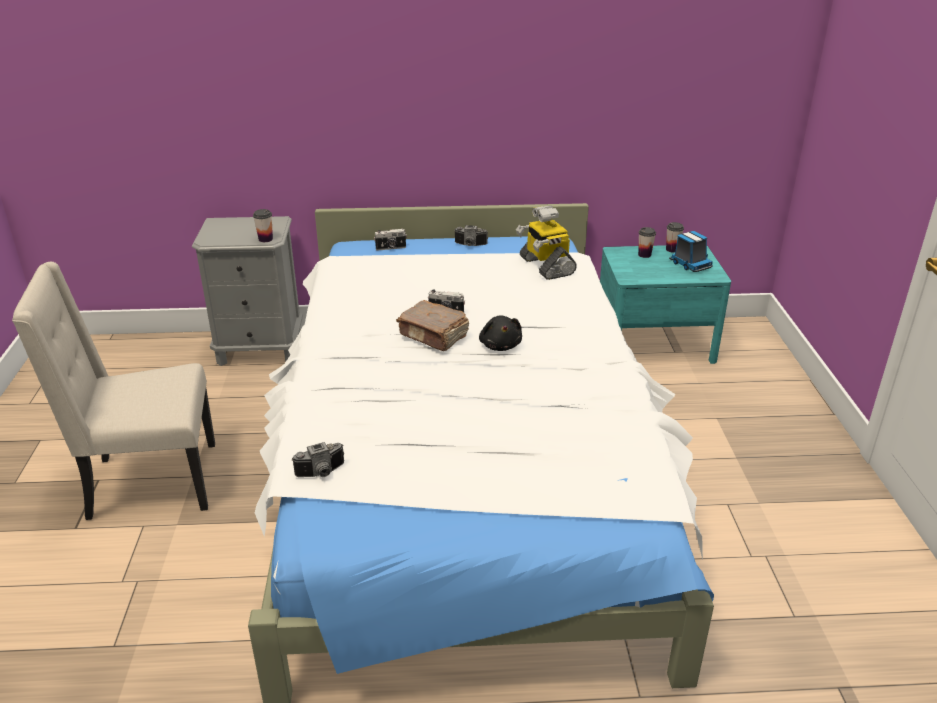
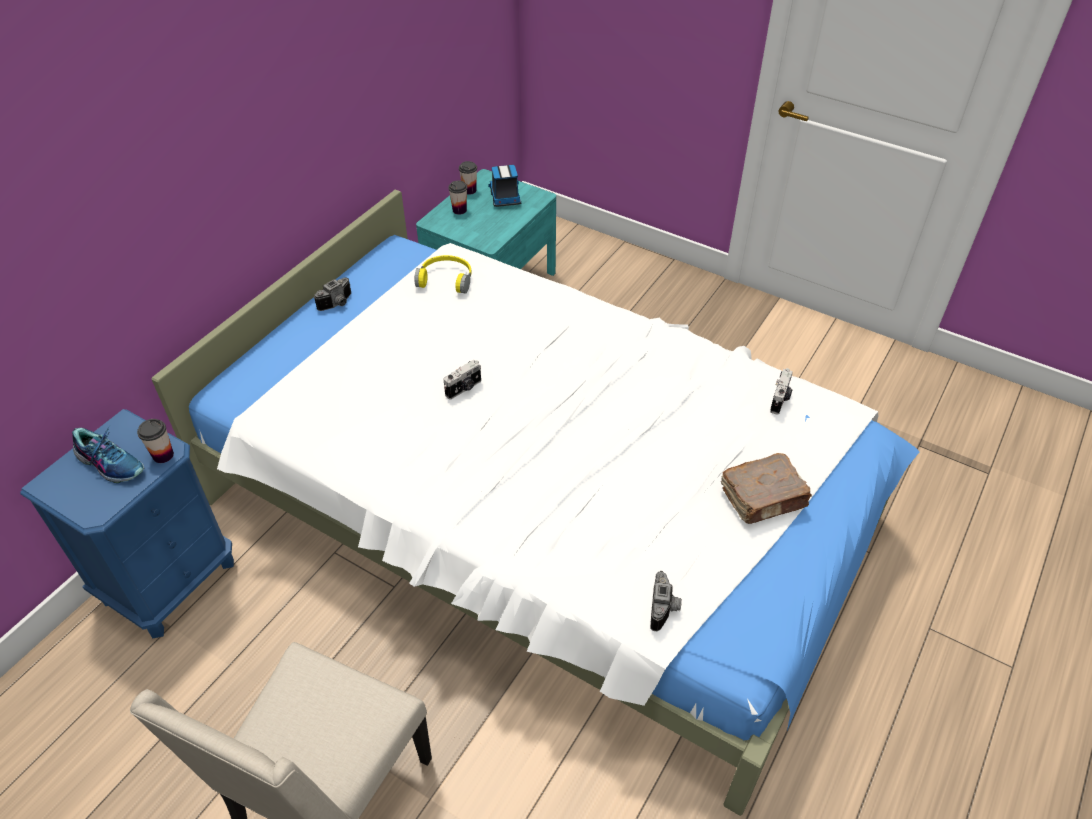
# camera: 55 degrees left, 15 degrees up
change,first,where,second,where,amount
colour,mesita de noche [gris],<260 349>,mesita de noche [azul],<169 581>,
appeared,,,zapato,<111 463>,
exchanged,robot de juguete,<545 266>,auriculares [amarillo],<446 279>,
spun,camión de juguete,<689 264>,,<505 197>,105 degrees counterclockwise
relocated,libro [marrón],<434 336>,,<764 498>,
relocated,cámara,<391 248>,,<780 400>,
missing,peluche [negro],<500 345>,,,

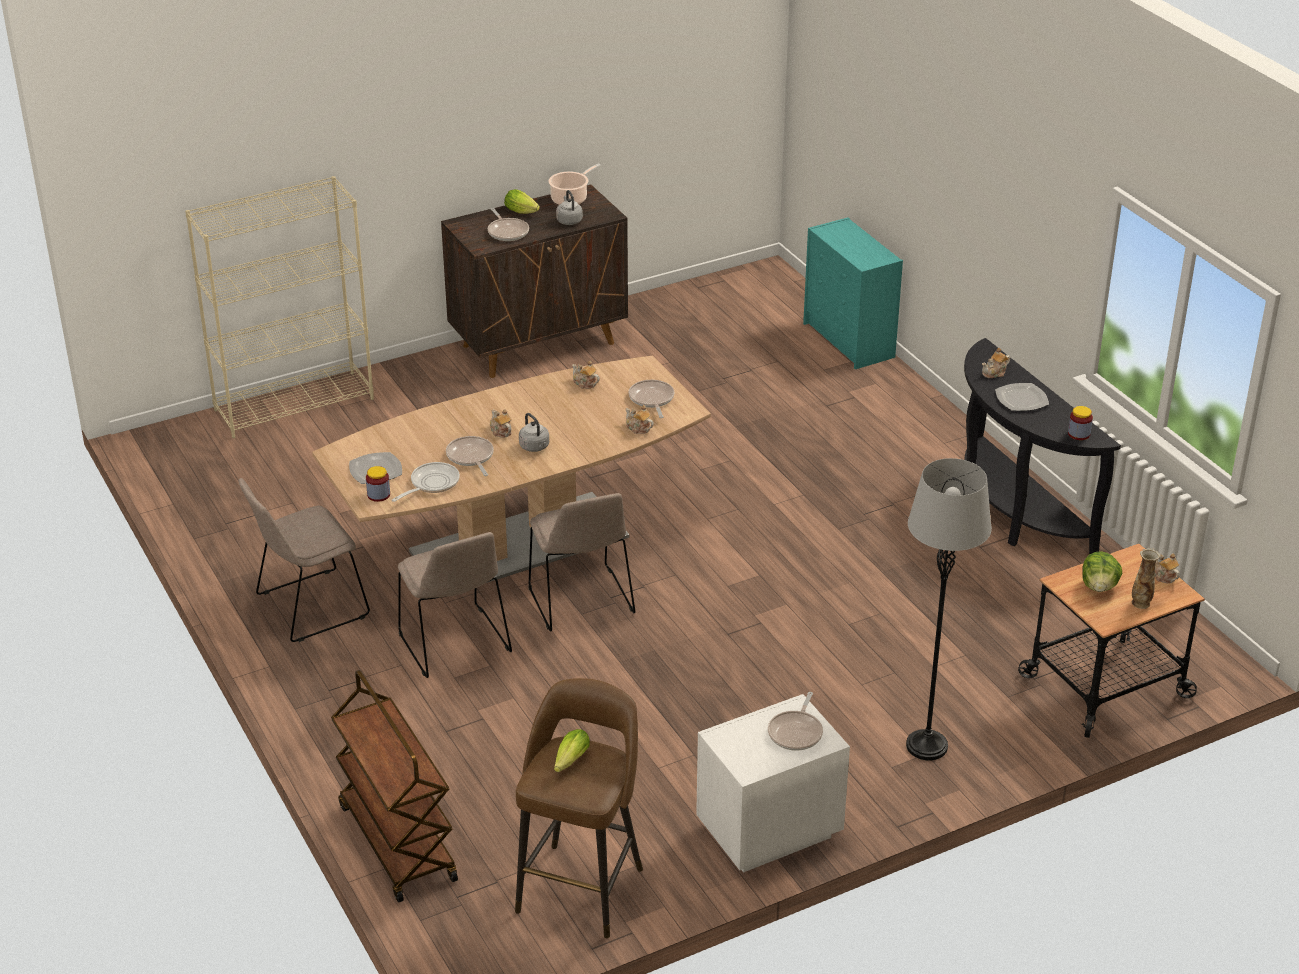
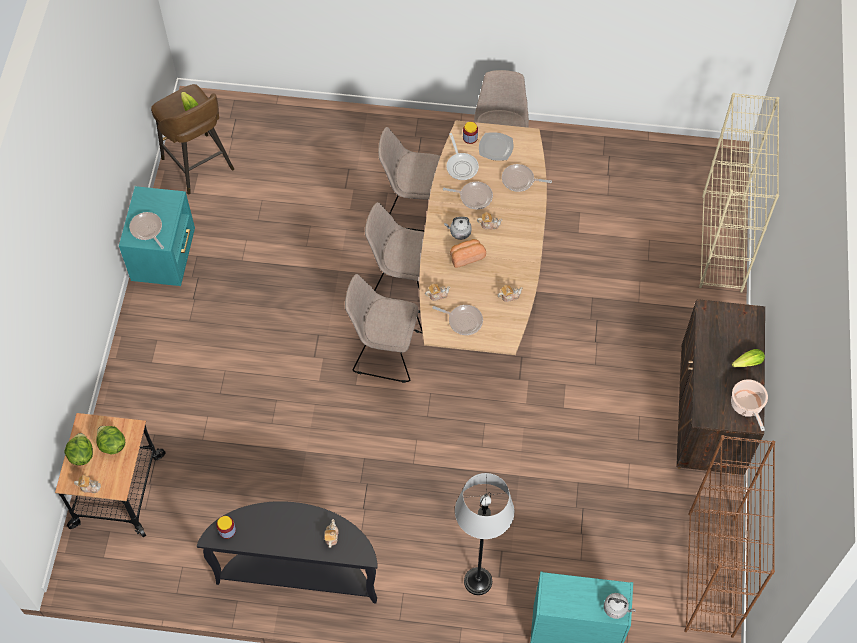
# camera: 125 degrees right, 25 degrees up
change,first,where,second,where,amount
exchanged,florero,<1141 603>,lechuga,<81 455>,
colour,mesita de noche [blanco],<766 831>,mesita de noche [turquesa],<166 257>,
appeared,,,silla [beis],<384 351>,
appeared,,,pan,<466 256>,
relocated,lámpara de pie [gris],<926 746>,,<478 581>,
relocated,sartén,<507 231>,,<520 180>,
relocated,hervidor [gris],<569 220>,,<616 608>,
appeared,,,estantería [marrón],<711 575>,
missing,carrito [marrón],<396 842>,,,
missing,plato,<1021 399>,,,

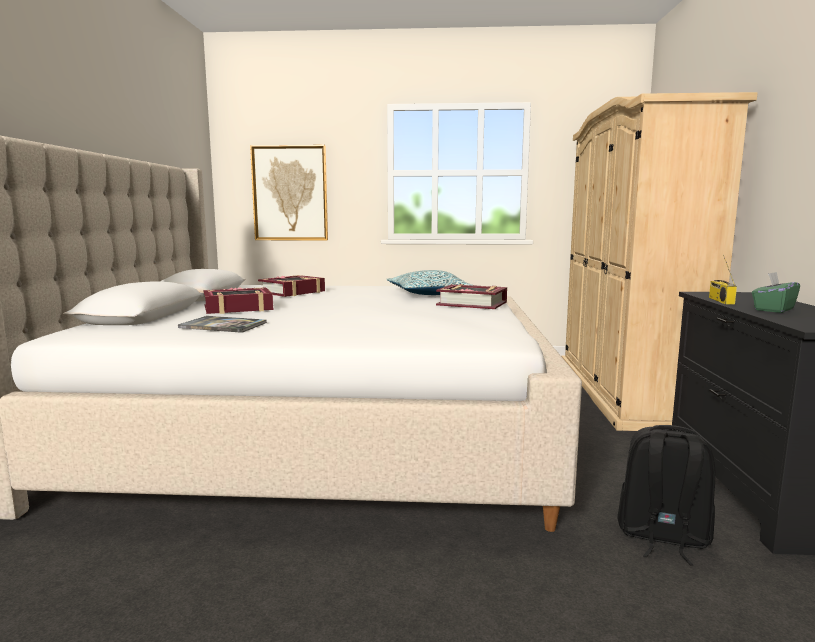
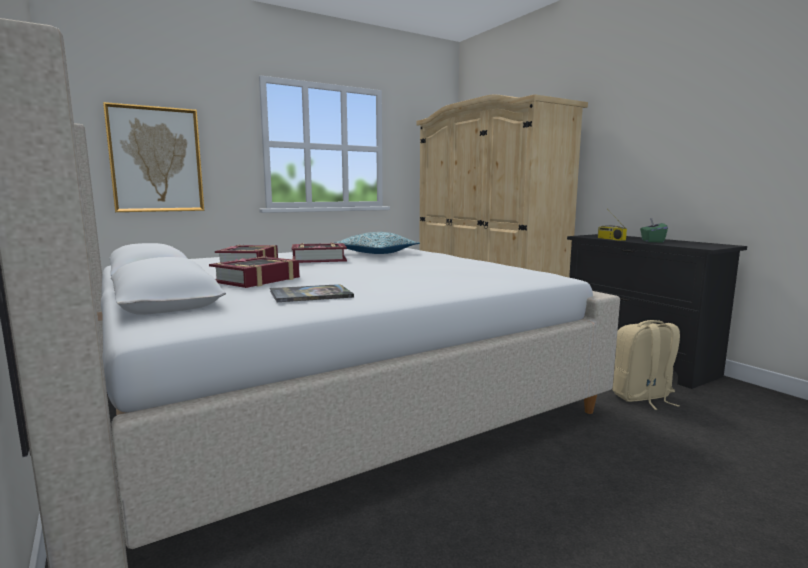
# camera: 35 degrees left, 0 degrees up
change,first,where,second,where,amount
relocated,libro,<472 304>,,<319 259>,
colour,mochila [negro],<662 537>,mochila [beis],<642 397>,

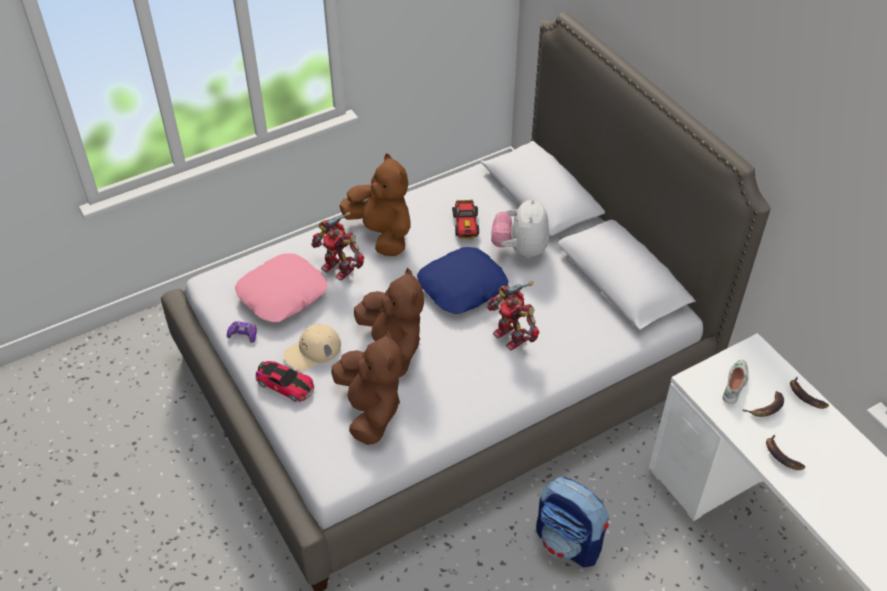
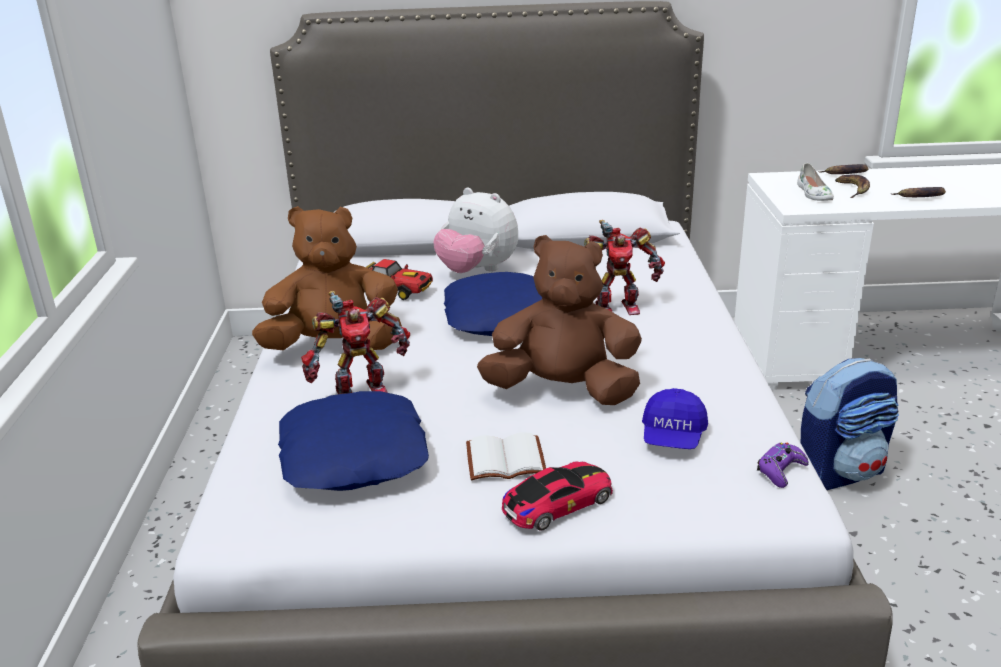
# camera: 60 degrees left, 20 degrees down
change,first,where,second,where,amount
colour,cojín [rosa],<283 294>,cojín [azul],<355 455>,
exchanged,gorra [beis],<312 351>,libro [blanco],<506 458>,
exchanged,peluche [marrón],<370 410>,gorra [azul],<673 437>,
relocated,mando de consola [morado],<243 334>,,<781 470>,
spun,zapato [blanco],<735 385>,,<813 194>,150 degrees counterclockwise

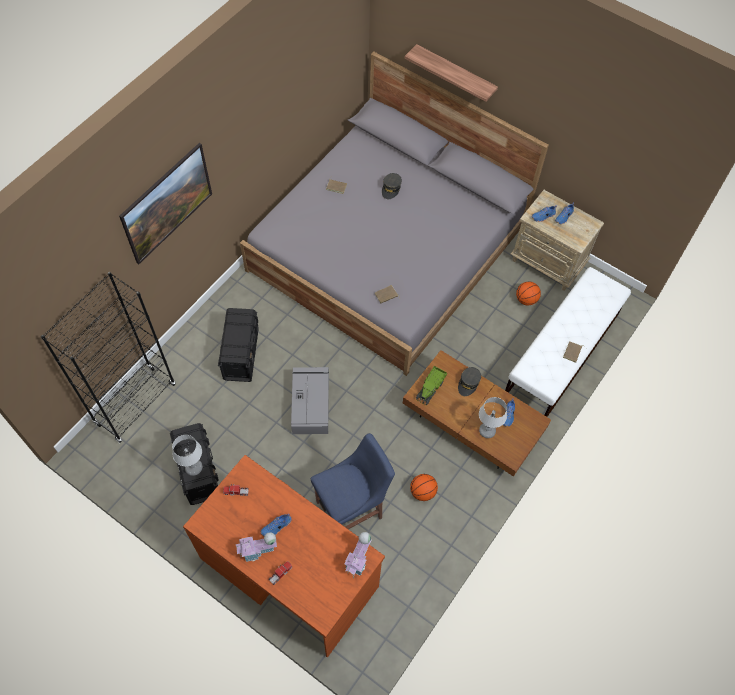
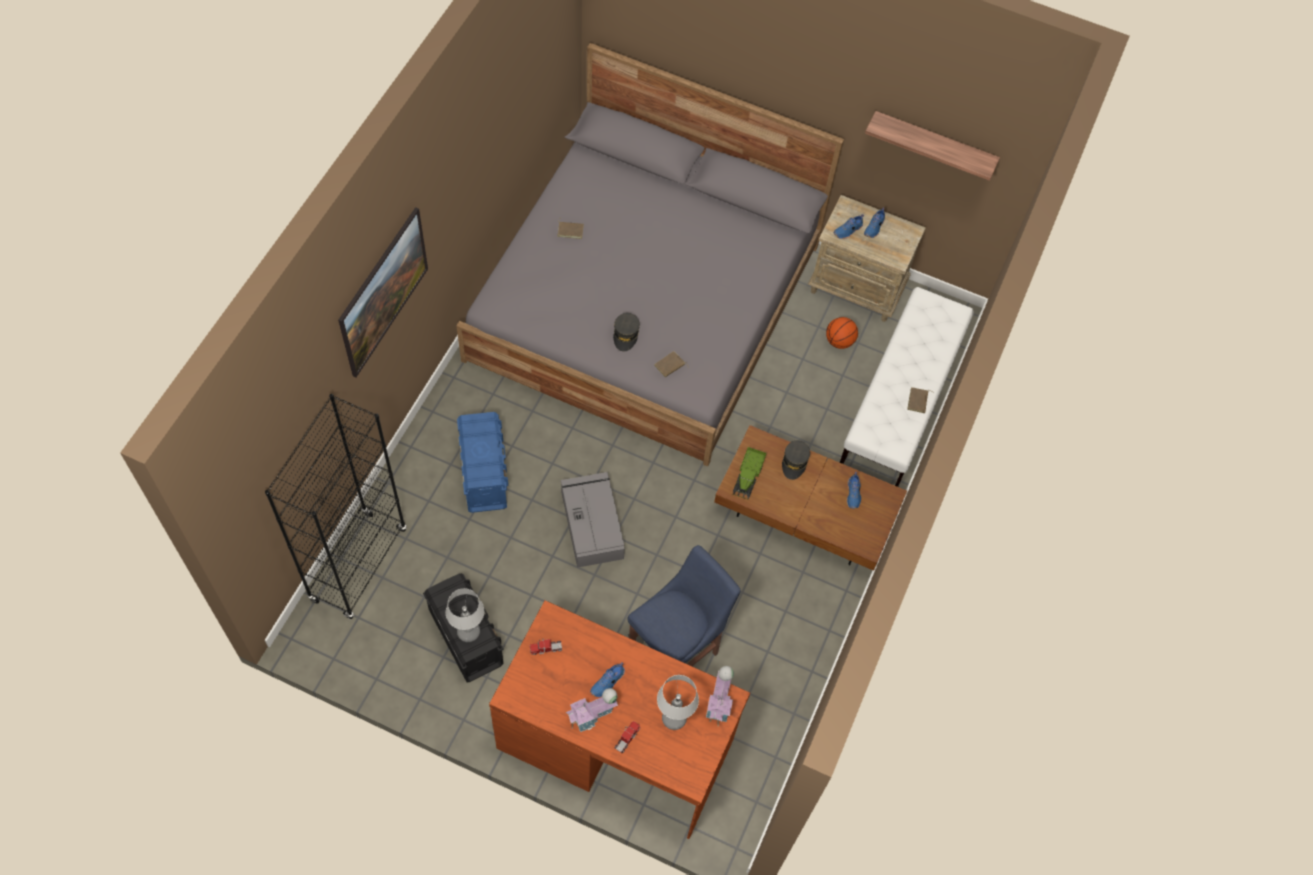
# camera: 15 degrees left, 0 degrees up
change,first,where,second,where,amount
colour,caja de almacenaje [negro],<241 354>,caja de almacenaje [azul],<484 474>,
relocated,gorra [gris],<391 188>,,<626 335>,
relocated,lámpara de mesa,<487 431>,,<673 718>,
relocated,estante,<455 74>,,<933 145>,
missing,balón de baloncesto,<422 492>,,,

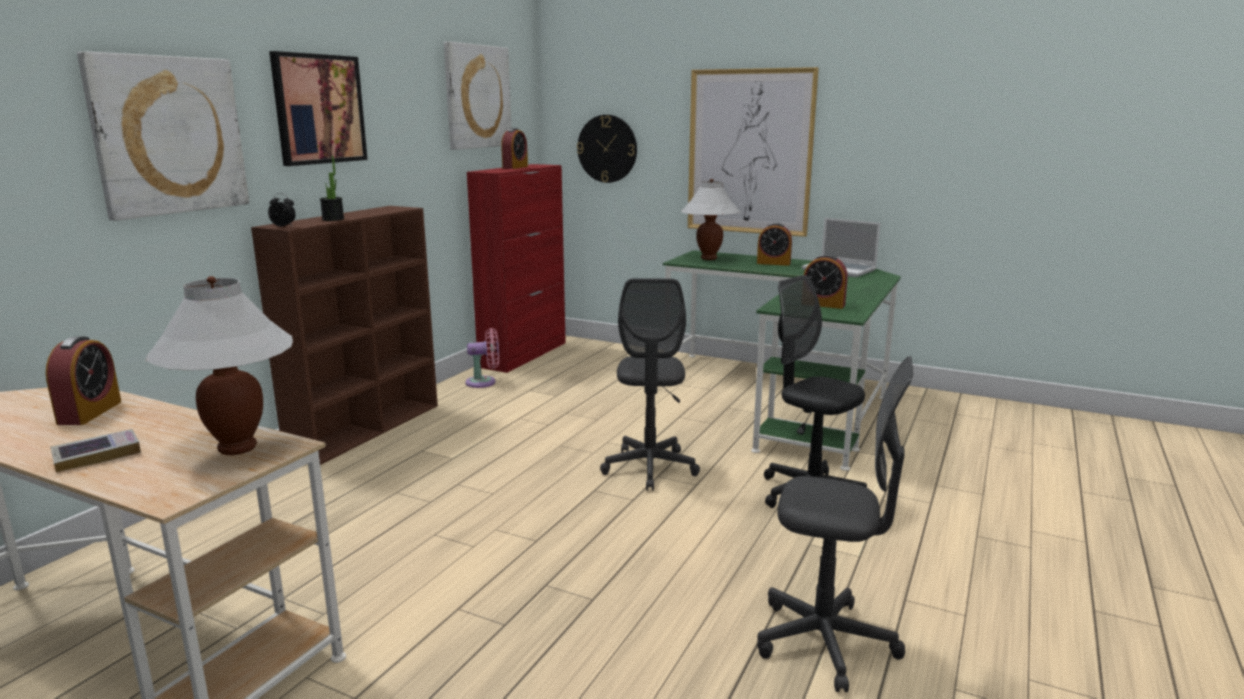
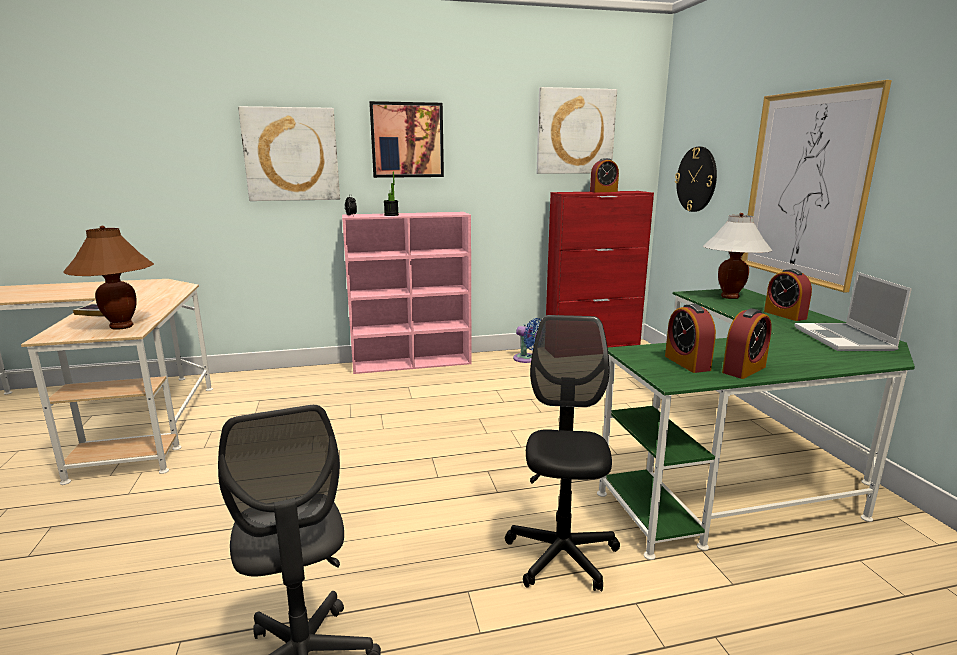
# camera: 50 degrees right, 0 degrees up
change,first,where,second,where,amount
colour,lámpara de mesa [blanco],<237 448>,lámpara de mesa [marrón],<121 326>,
colour,estantería [marrón],<367 429>,estantería [rosa],<413 363>,
colour,ventilador [rosa],<484 382>,ventilador [azul],<527 359>,
relocated,despertador,<90 412>,,<744 369>,
missing,silla de oficina [gris],<650 468>,,,

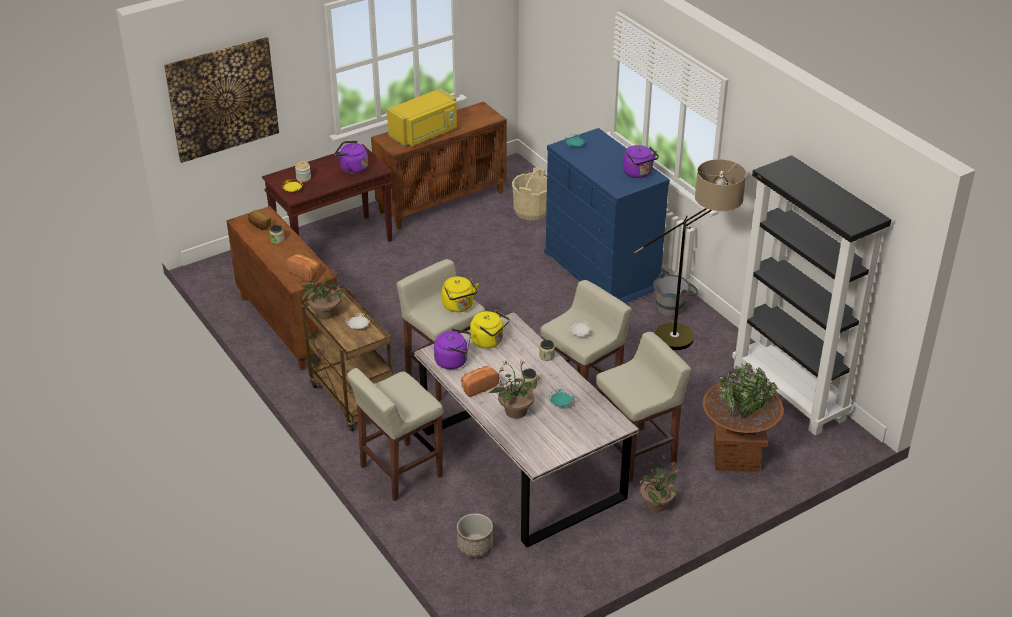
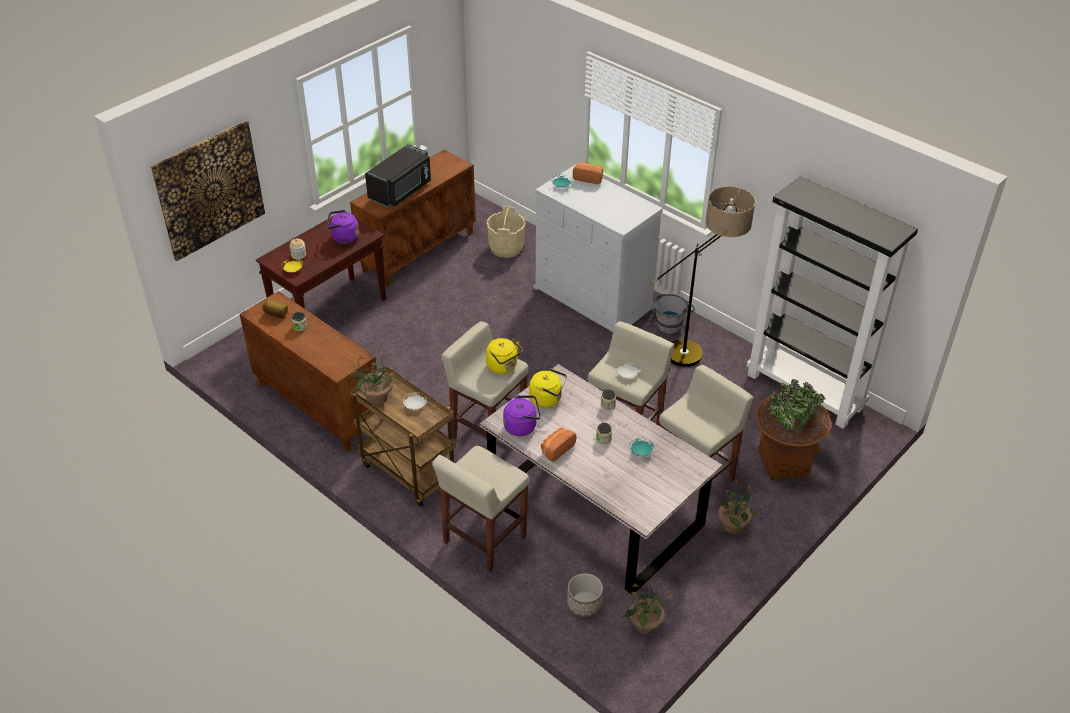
# camera: 15 degrees left, 5 degrees up
change,first,where,second,where,amount
colour,microondas [amarillo],<425 133>,microondas [negro],<401 191>,
colour,cómoda [azul],<602 271>,cómoda [blanco],<594 298>,
relocated,pan,<305 273>,,<588 178>,
relocated,planta en maceta,<515 411>,,<644 625>,
missing,hervidor [morado],<639 173>,,,

